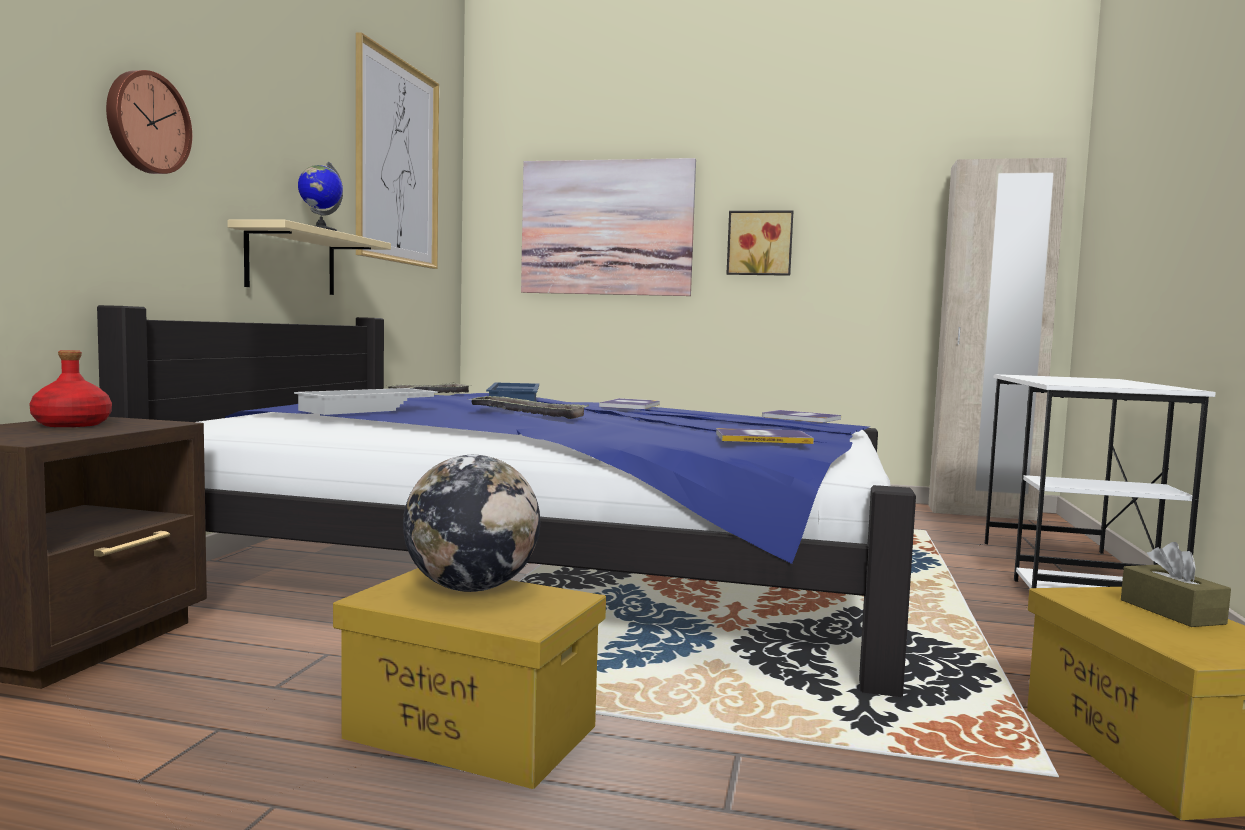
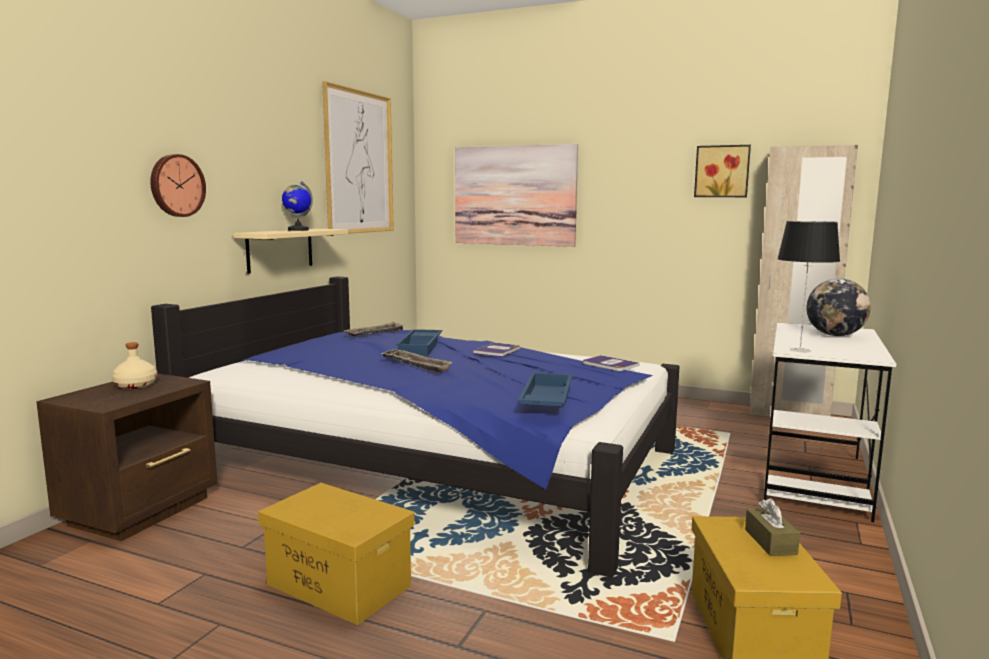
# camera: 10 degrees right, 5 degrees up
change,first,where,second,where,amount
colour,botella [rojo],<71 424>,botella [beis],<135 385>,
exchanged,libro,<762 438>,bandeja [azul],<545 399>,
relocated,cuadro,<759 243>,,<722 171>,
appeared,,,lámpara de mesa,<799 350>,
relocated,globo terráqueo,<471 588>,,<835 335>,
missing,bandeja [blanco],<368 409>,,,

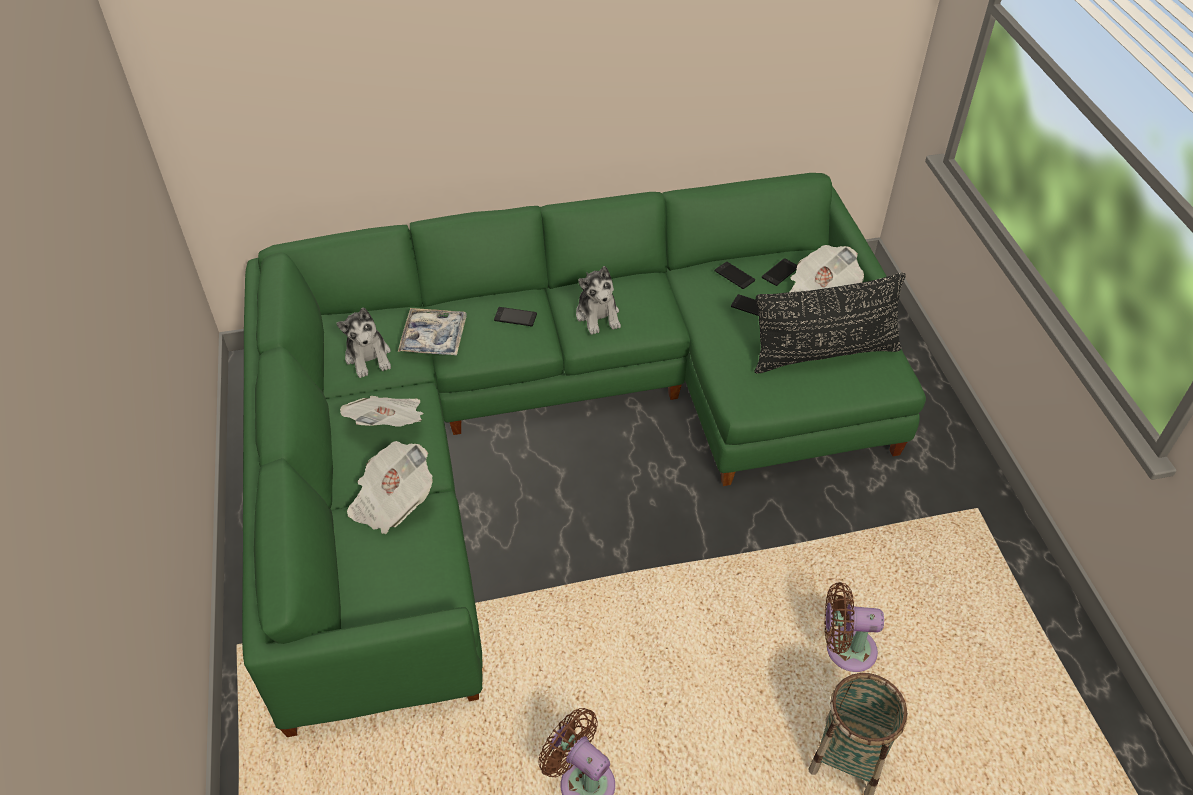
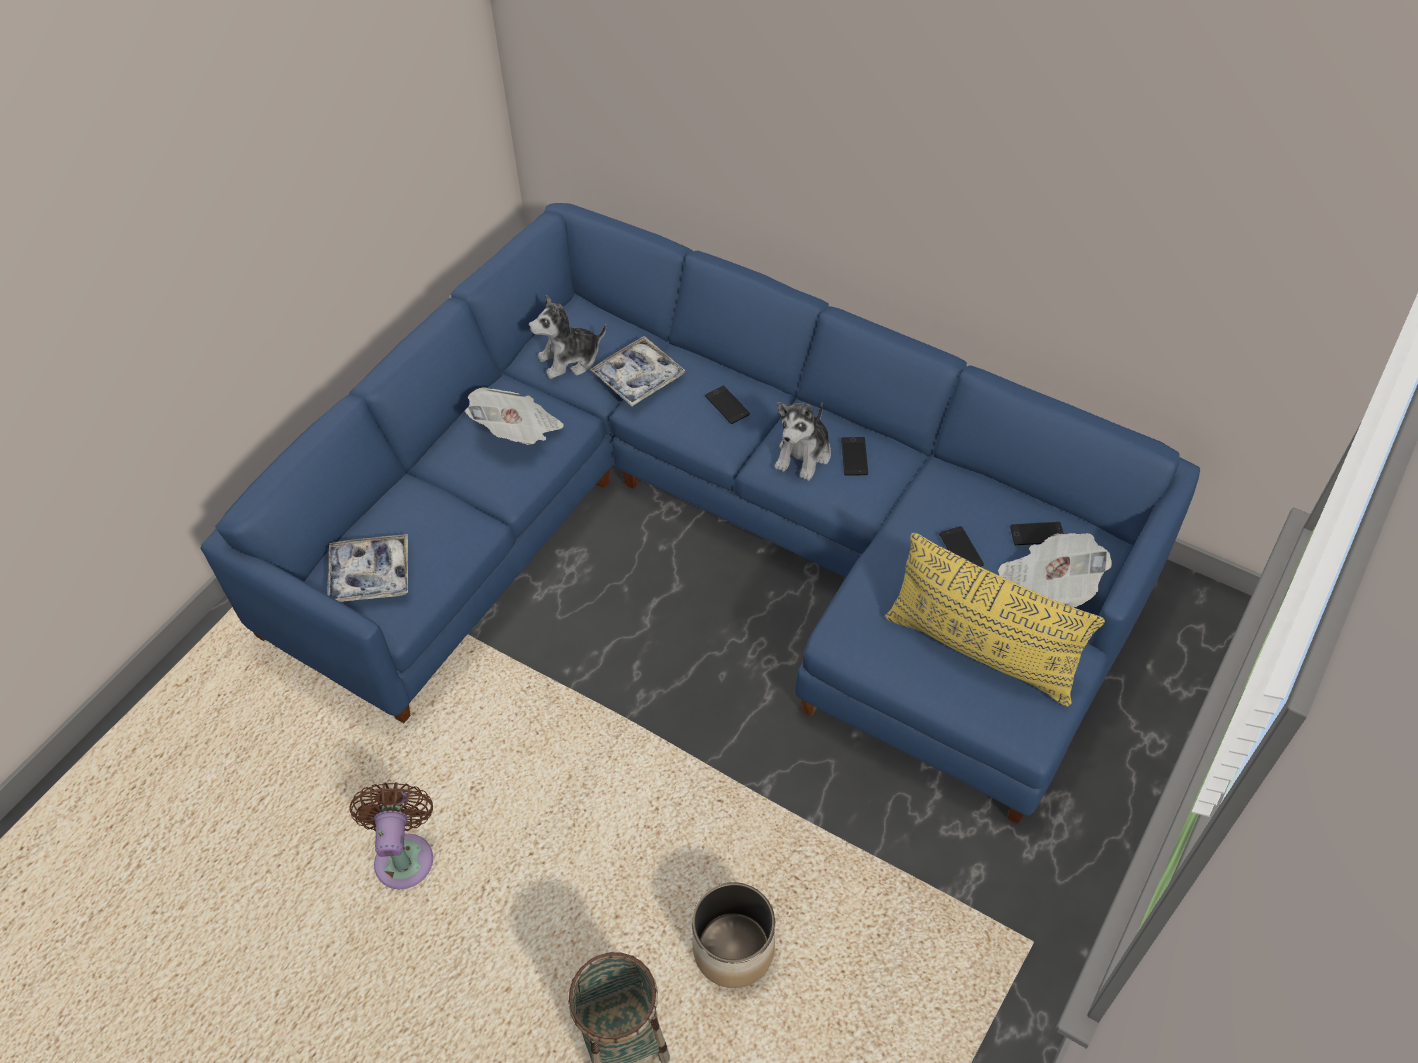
# camera: 45 degrees right, 5 degrees up
change,first,where,second,where,amount
colour,sofá [verde],<549 425>,sofá [azul],<713 536>,
appeared,,,bandeja,<370 575>,
spun,peluche,<369 357>,,<570 359>,45 degrees clockwise
exchanged,ventilador [marrón],<845 649>,maceta,<733 950>,
relocated,móvil,<734 275>,,<854 456>,
colour,cojín [negro],<824 353>,cojín [amarillo],<981 650>,
missing,periódico,<392 501>,,,

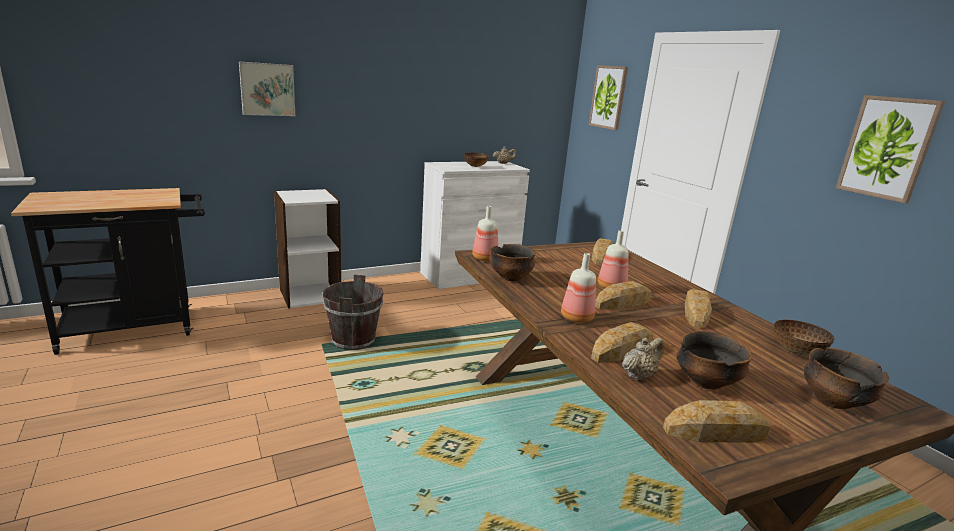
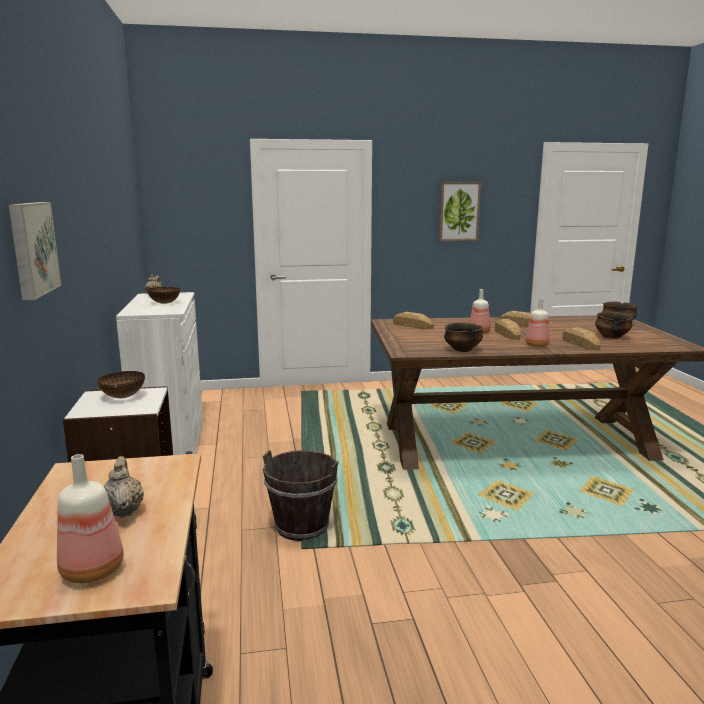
# camera: 70 degrees left, 5 degrees down
change,first,where,second,where,amount
relocated,botella,<485 258>,,<92 569>,
relocated,cuenco,<796 351>,,<122 397>,
relocated,tetera [beis],<639 375>,,<124 510>,
missing,cuadro,<608 97>,,,
missing,pan,<715 431>,,,

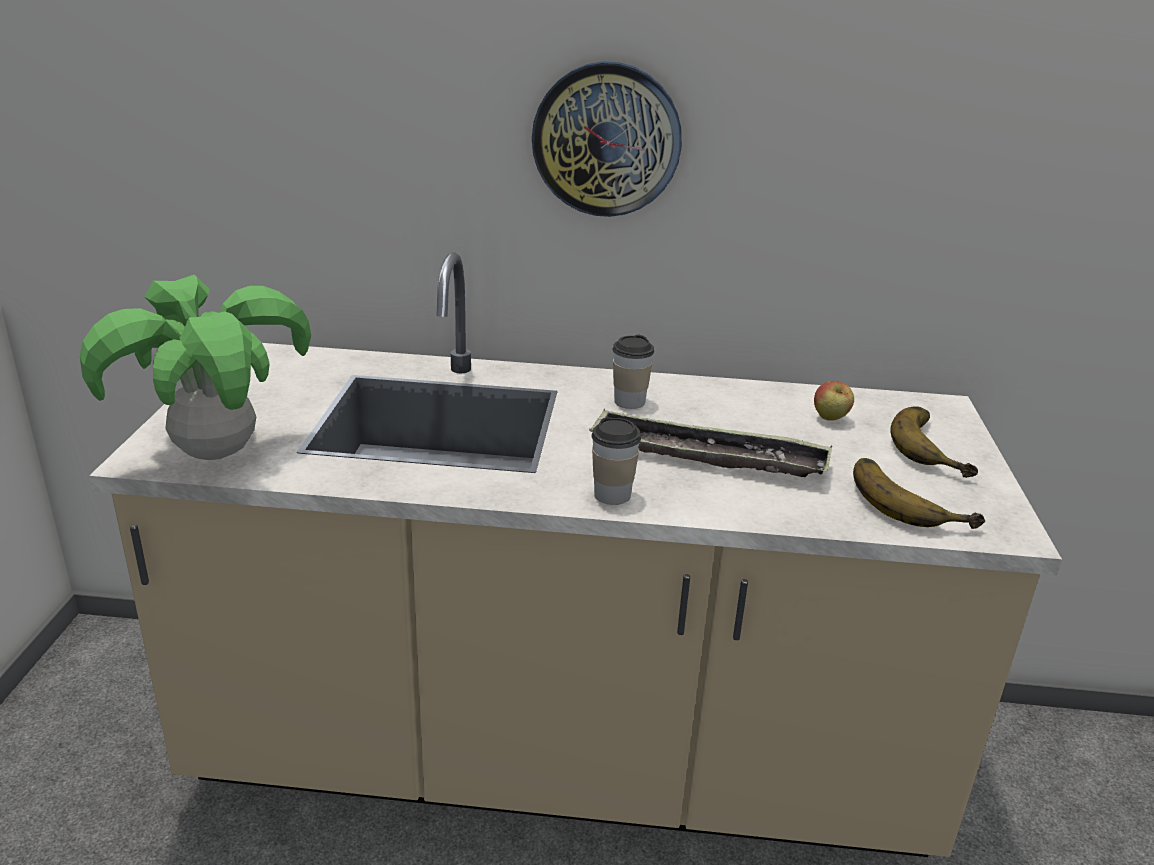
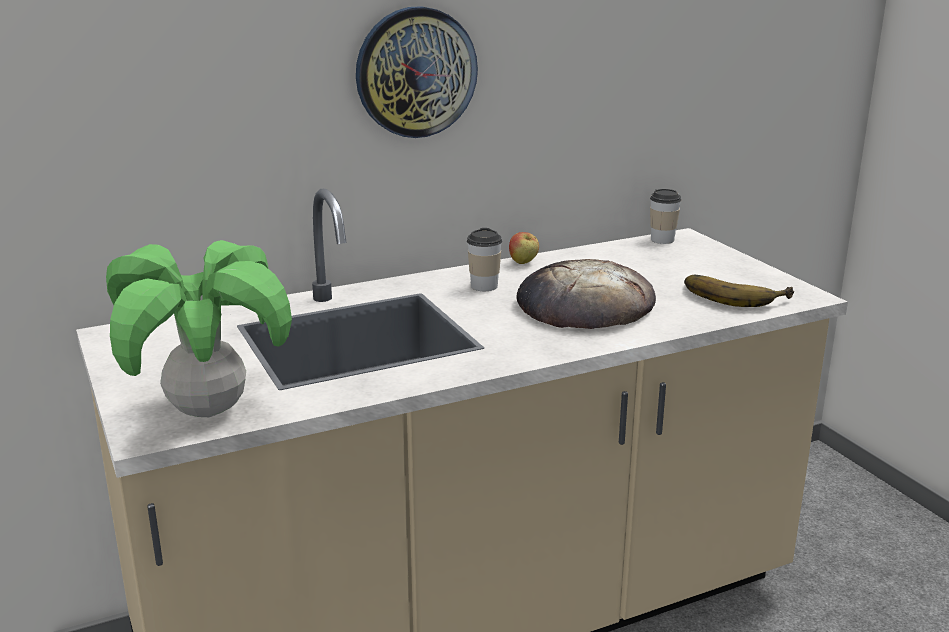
# camera: 30 degrees left, 5 degrees down
change,first,where,second,where,amount
relocated,manzana,<830 419>,,<523 263>,
exchanged,bandeja,<707 456>,pan,<584 305>,
relocated,taza,<612 495>,,<662 240>,
missing,plátano,<937 448>,,,

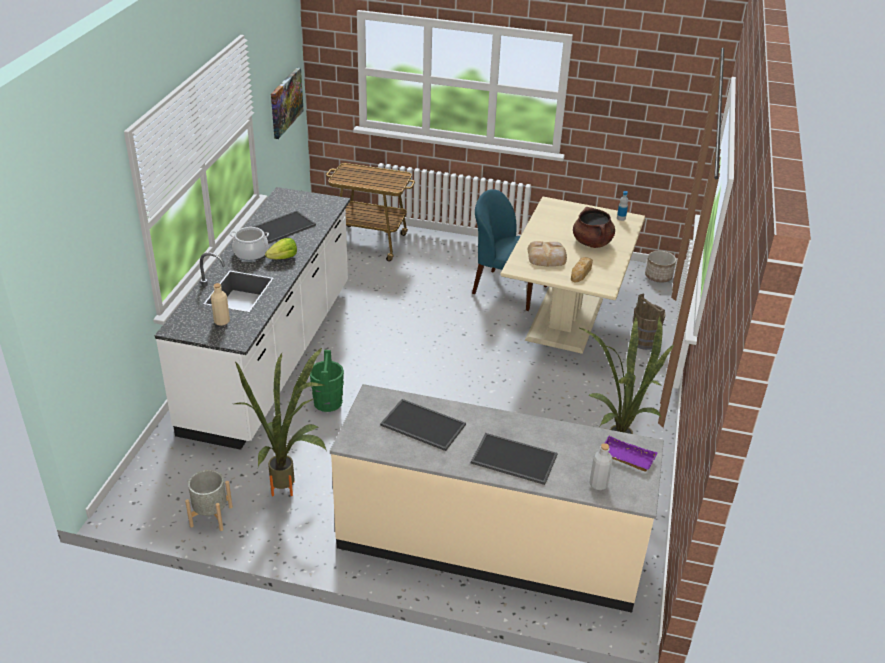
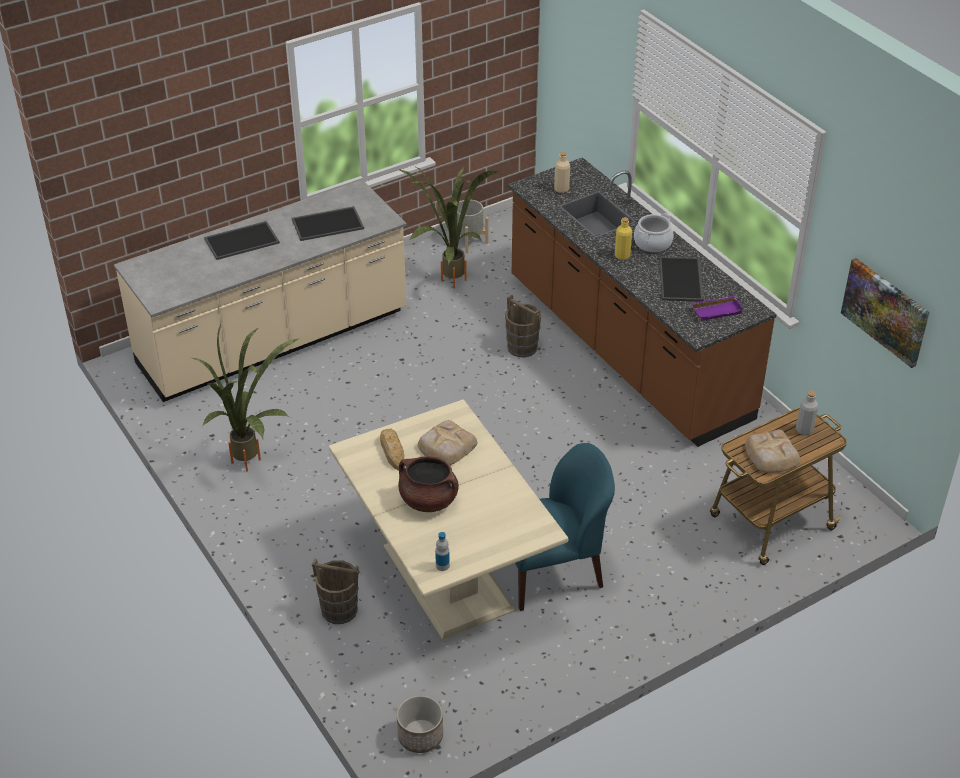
# camera: 135 degrees right, 5 degrees up
change,first,where,second,where,amount
colour,cubo [verde],<328 402>,cubo [marrón],<522 347>,
colour,mueble bajo de cocina [blanco],<272 356>,mueble bajo de cocina [marrón],<626 349>,
exchanged,lechuga,<283 258>,botella [amarillo],<622 256>,
relocated,bandeja [morado],<626 458>,,<716 310>,
appeared,,,pan,<771 455>,
relocated,botella [gris],<598 484>,,<804 430>,

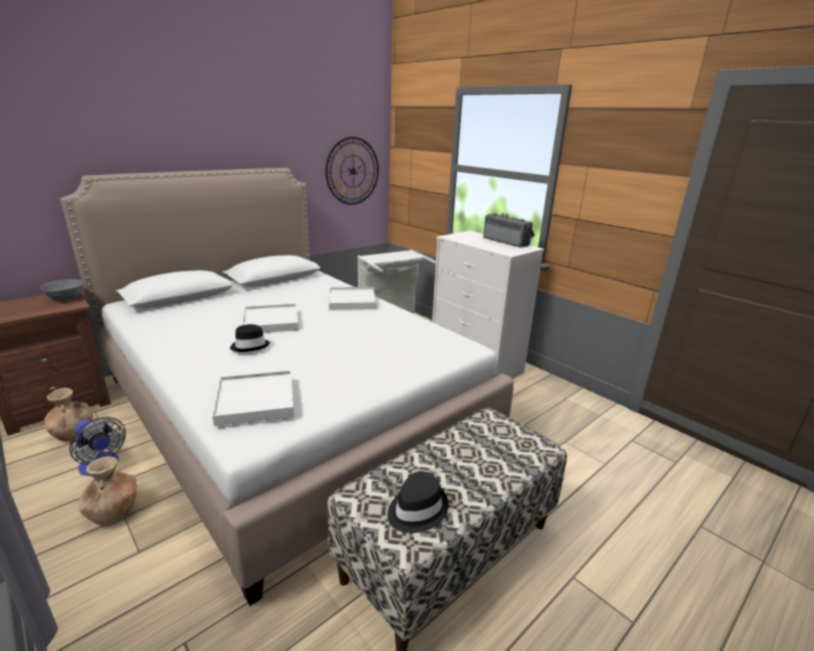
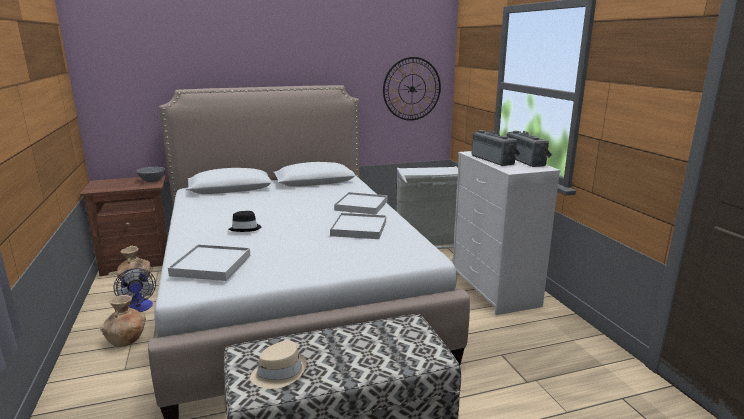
# camera: 25 degrees right, 5 degrees down
change,first,where,second,where,amount
colour,sombrero [negro],<416 509>,sombrero [beis],<279 372>,
relocated,bandeja [blanco],<271 321>,,<359 229>,
appeared,,,radio,<494 160>,

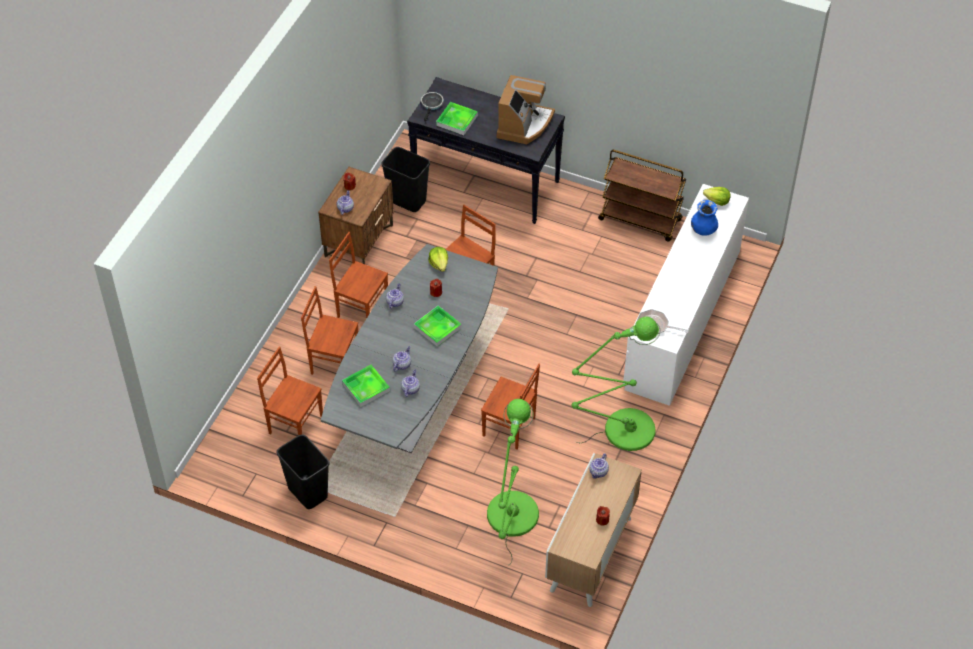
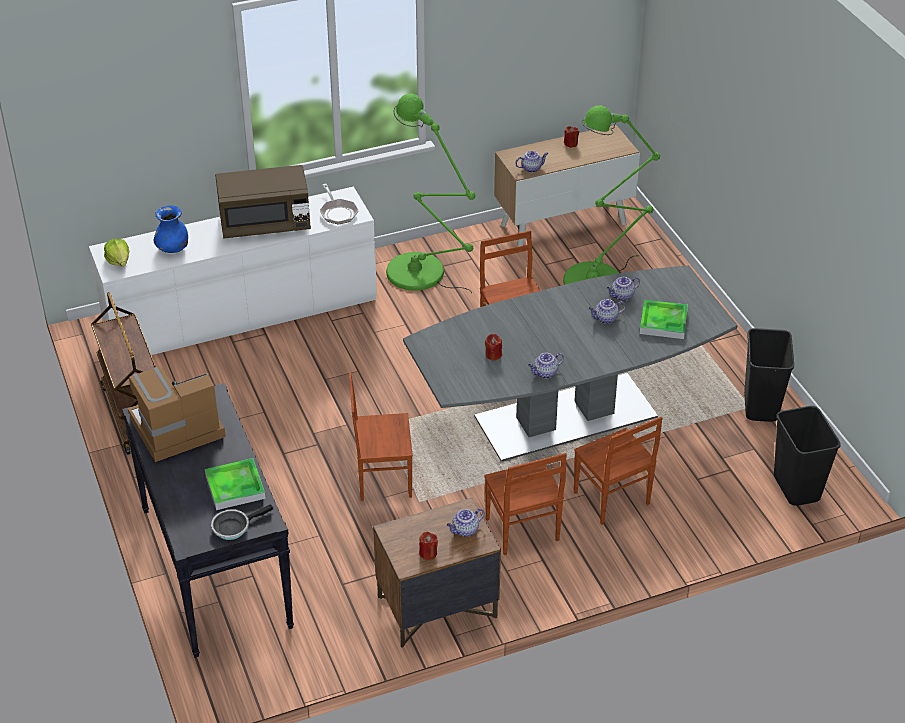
# camera: 135 degrees left, 10 degrees down
change,first,where,second,where,amount
appeared,,,microondas [marrón],<265 223>,
relocated,papelera [negro],<408 201>,,<795 488>,
missing,silla [marrón],<295 423>,,,
missing,bandeja,<437 328>,,,
missing,lechuga,<439 264>,,,

